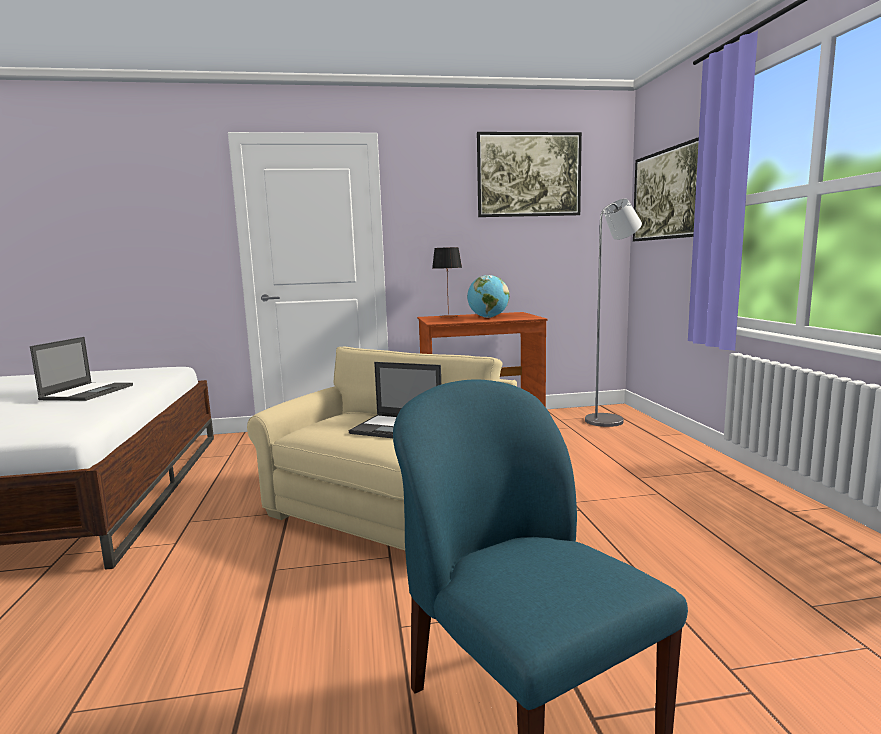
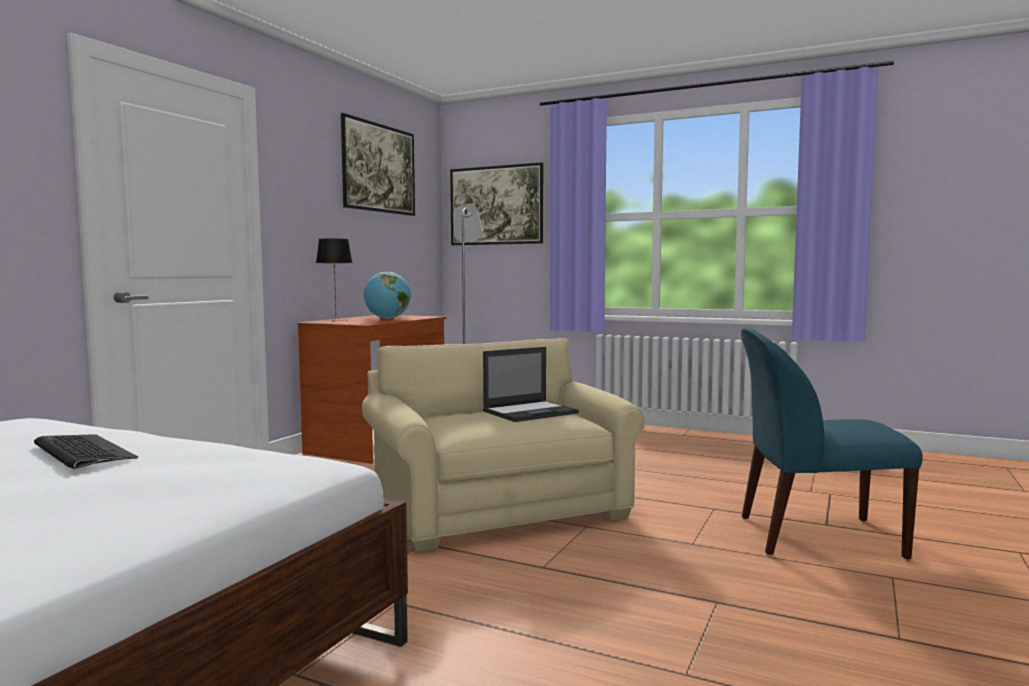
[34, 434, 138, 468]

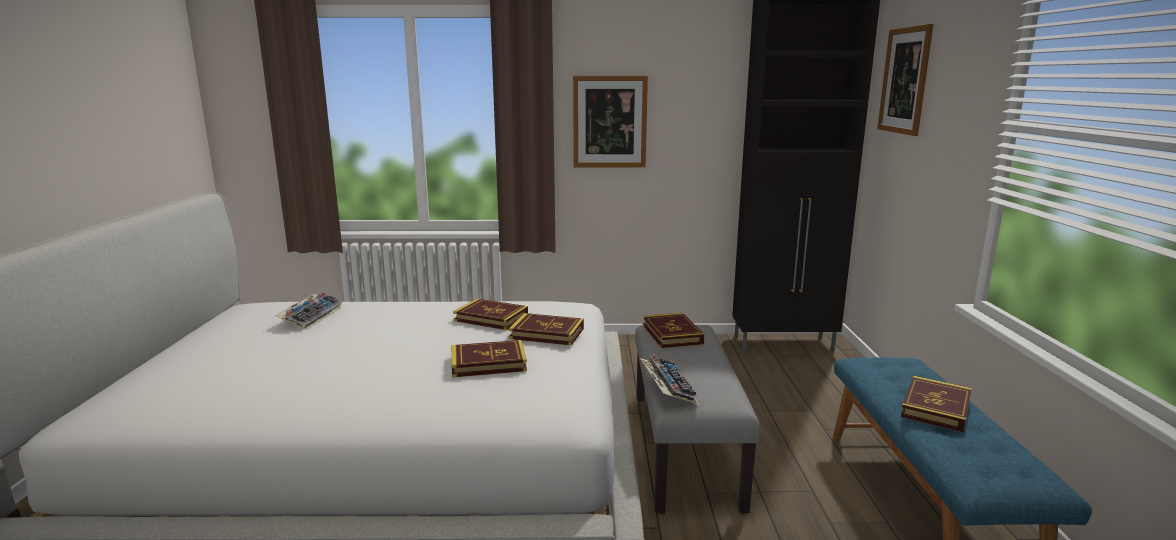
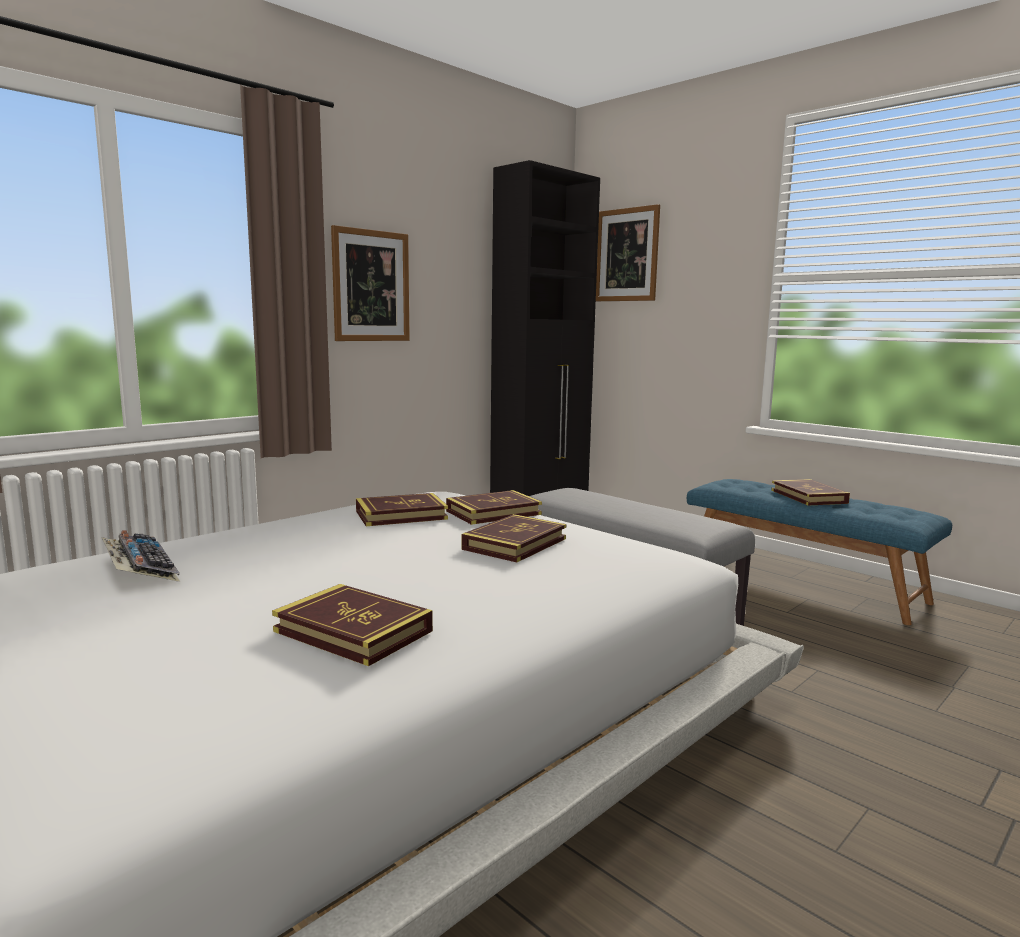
[272, 584, 433, 666]
[640, 354, 701, 405] (first image)

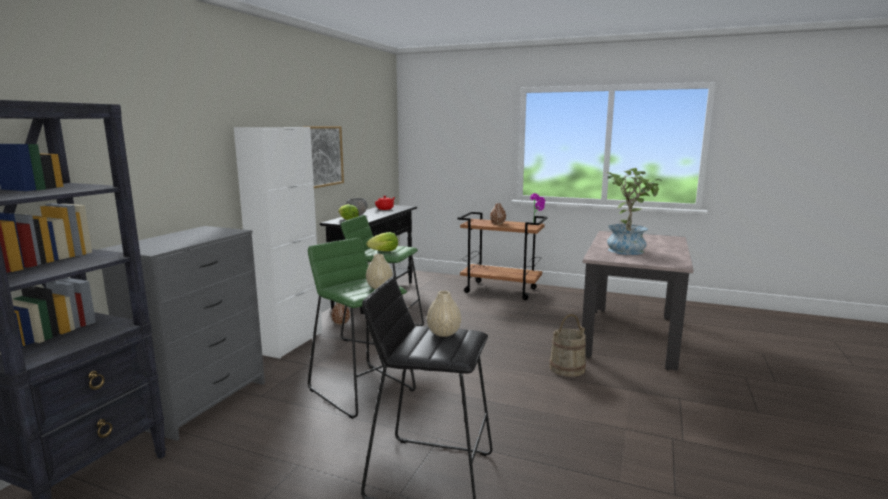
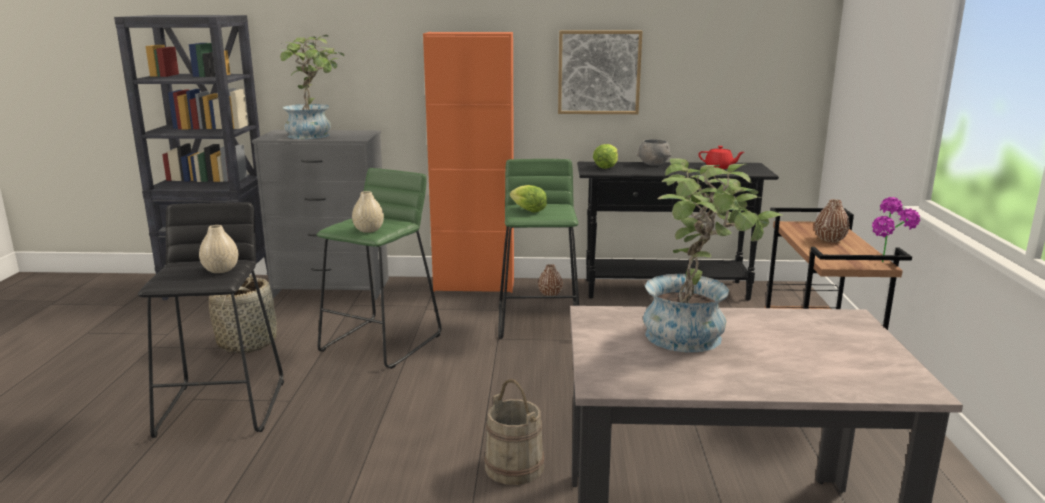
[209, 274, 277, 353]
[280, 35, 345, 139]
[423, 32, 514, 293]

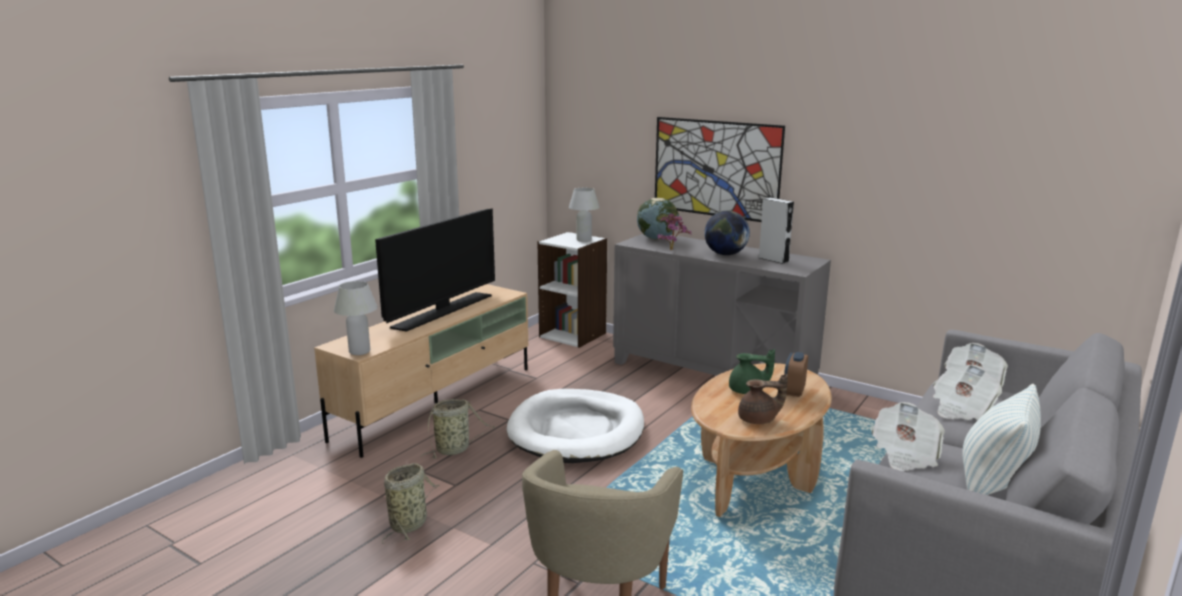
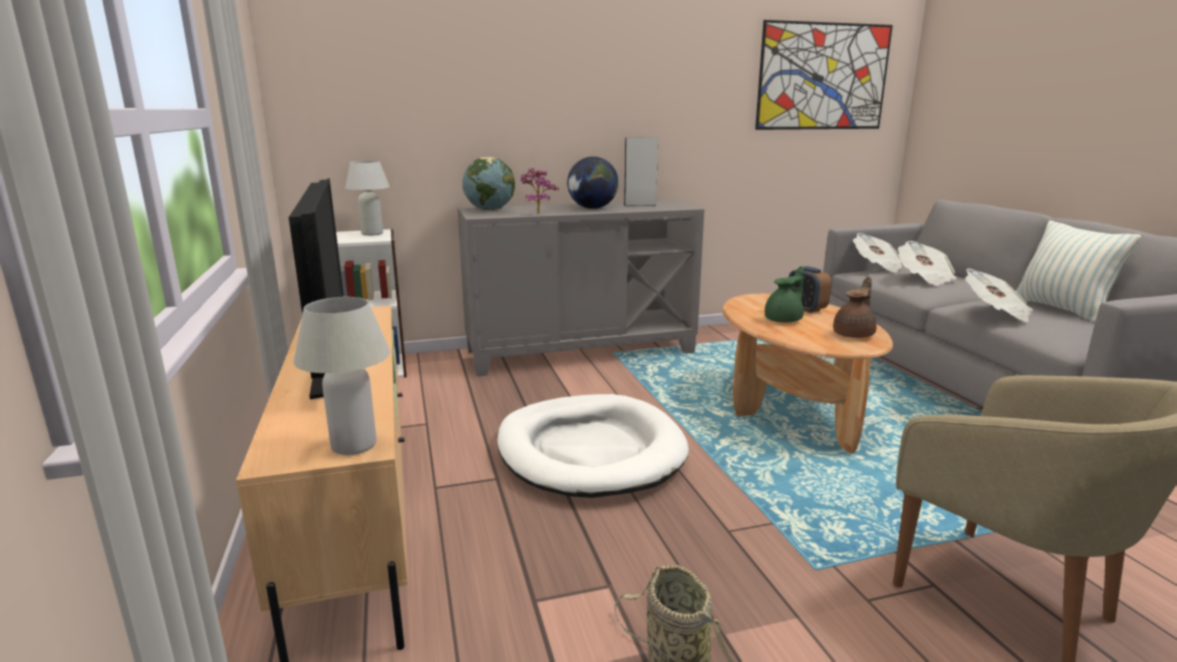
[755, 20, 893, 130]
[421, 399, 495, 459] (first image)

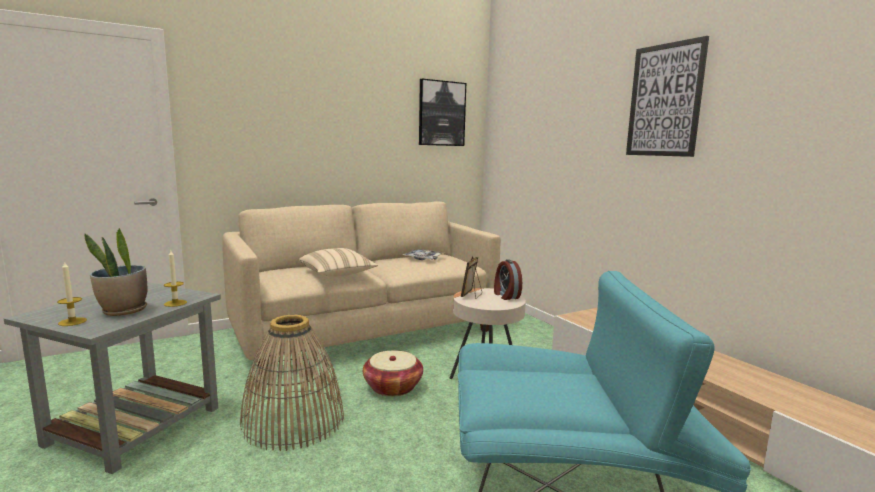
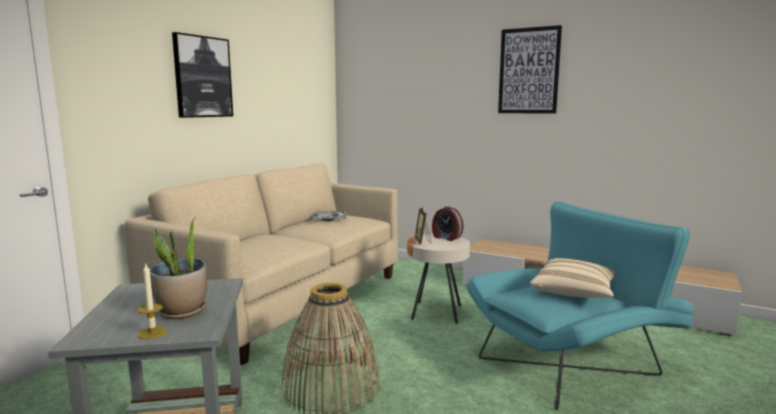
[172, 32, 233, 118]
[530, 258, 616, 298]
[164, 250, 187, 307] (first image)
[363, 351, 423, 396] (first image)

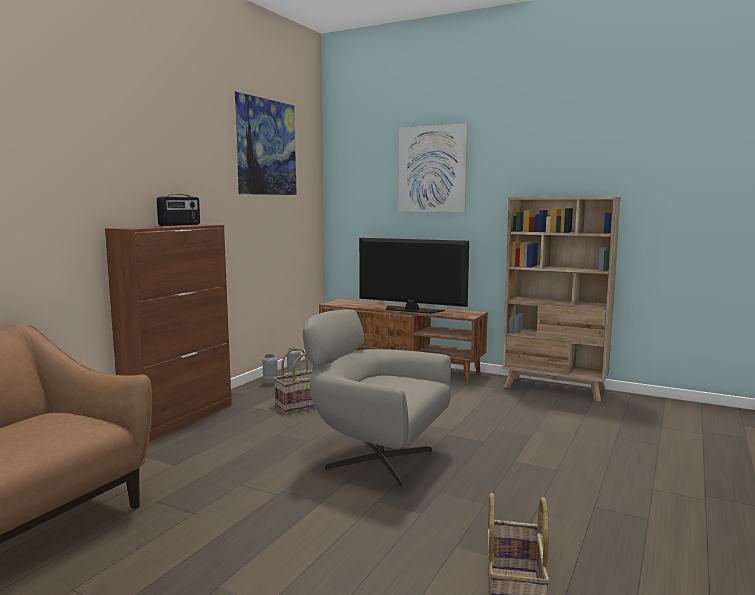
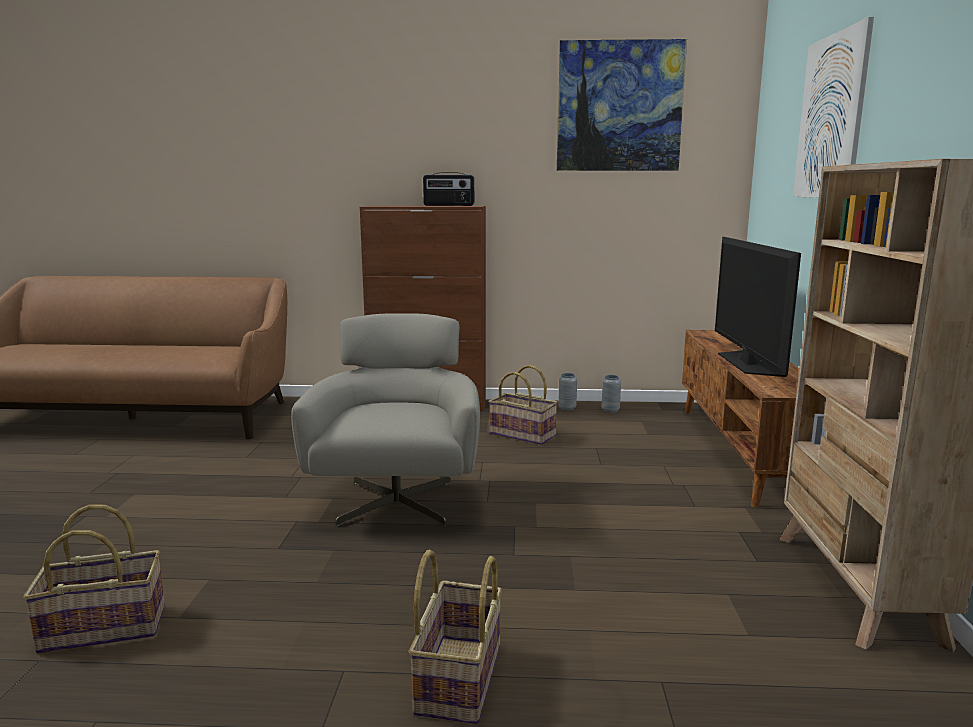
[409, 550, 502, 724]

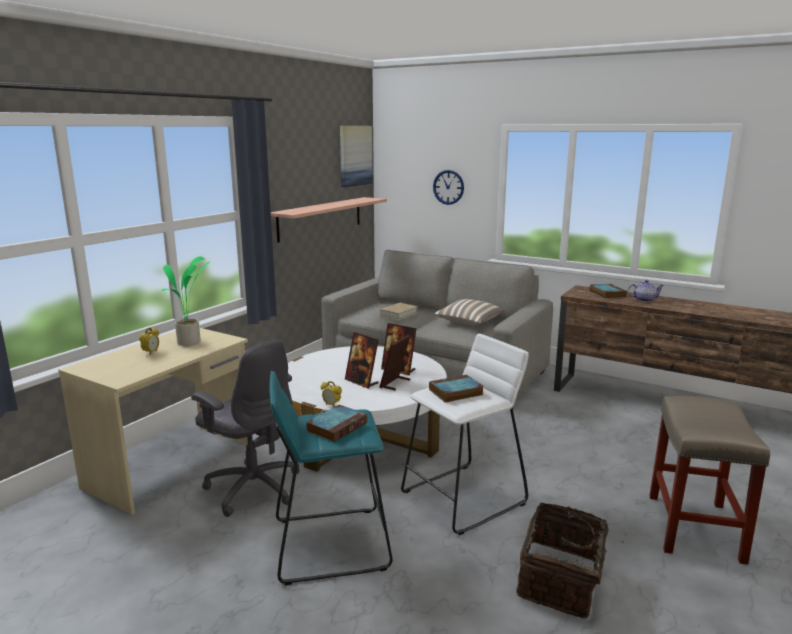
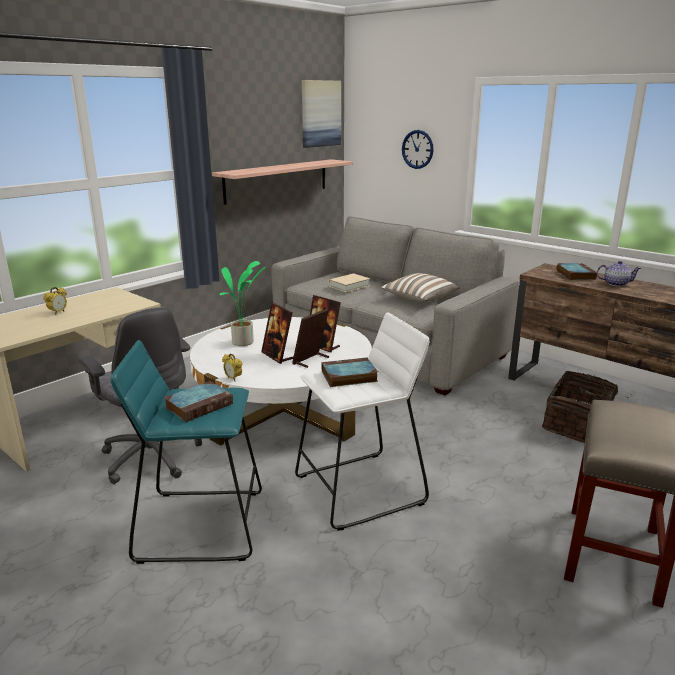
[219, 261, 266, 346]
[542, 371, 632, 443]

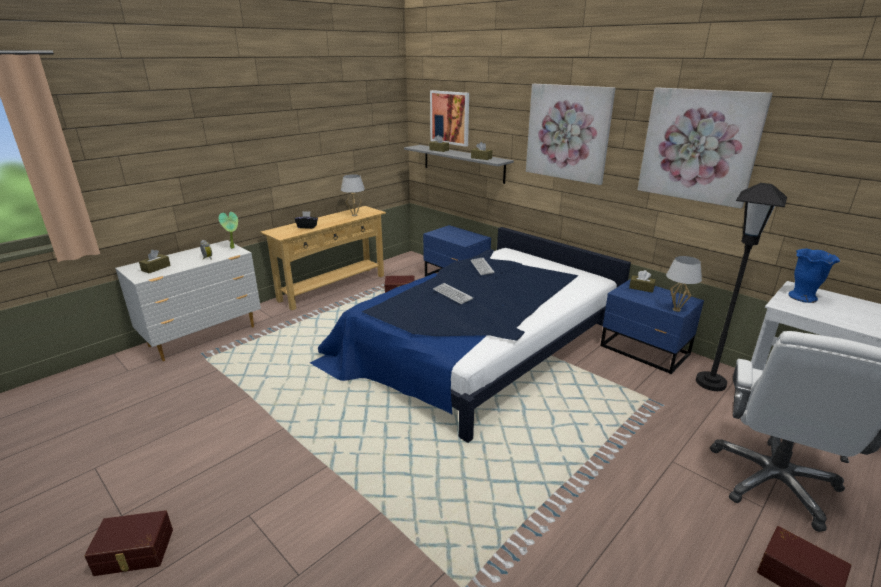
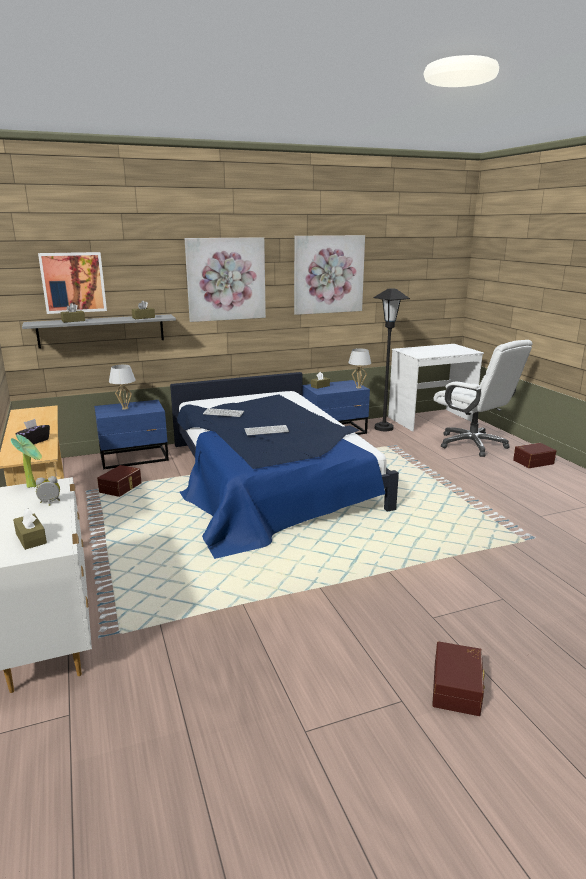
[109, 365, 136, 410]
[788, 249, 840, 303] (first image)

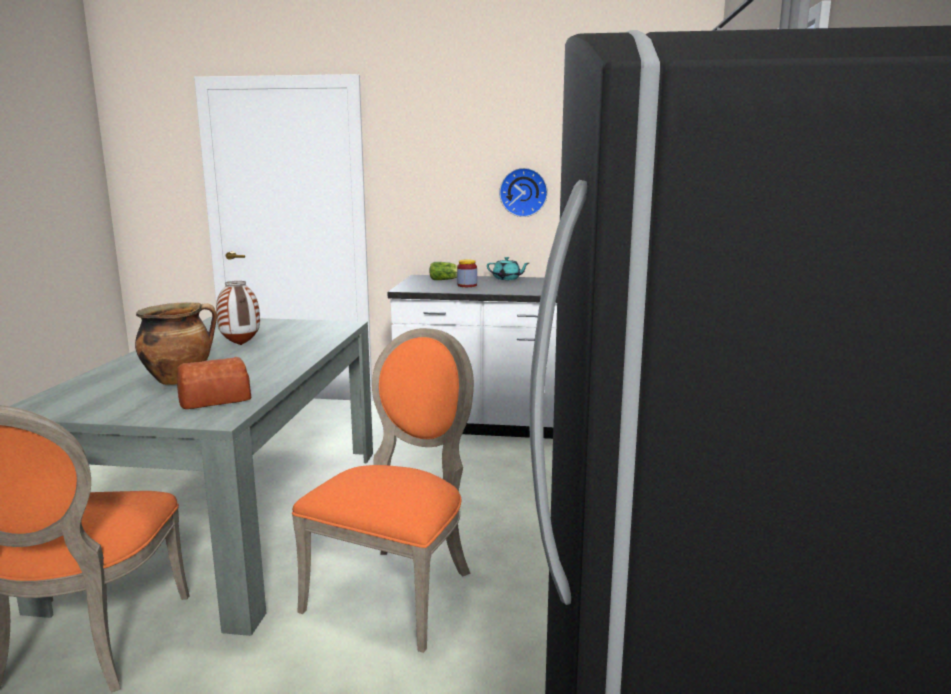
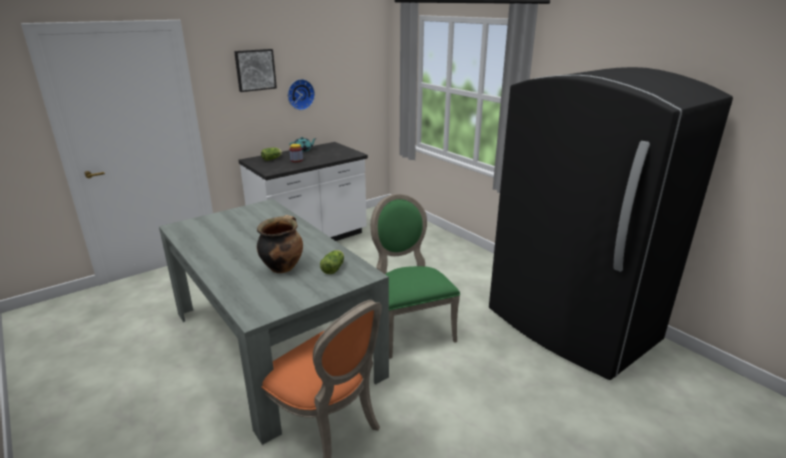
[234, 49, 277, 92]
[320, 250, 344, 274]
[370, 194, 460, 359]
[216, 281, 260, 345] (first image)

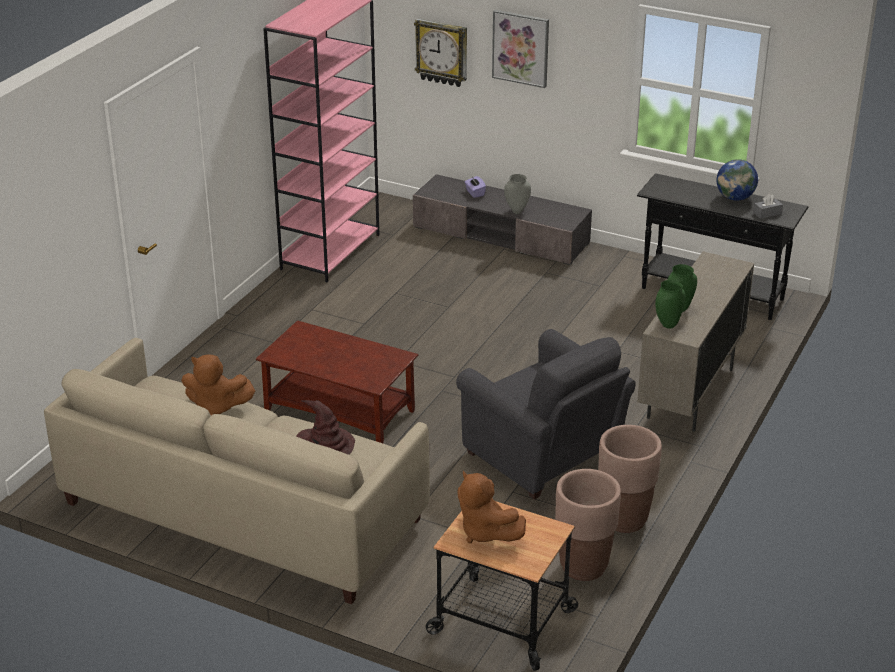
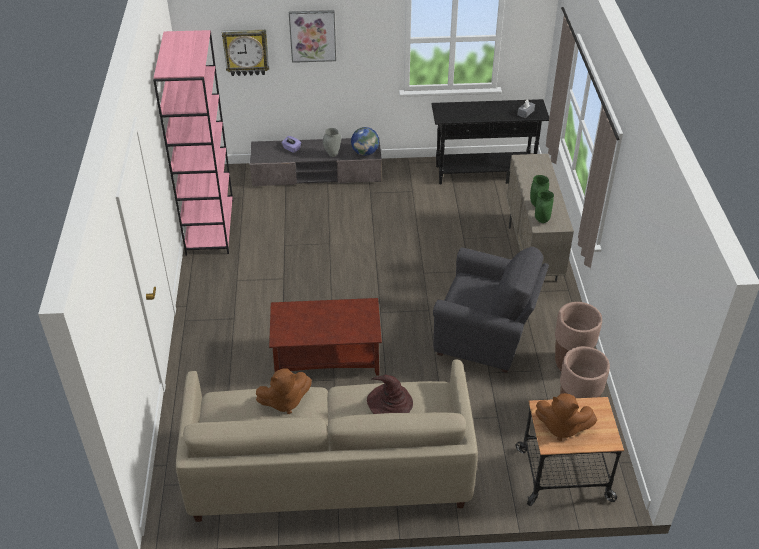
[351, 127, 379, 156]

